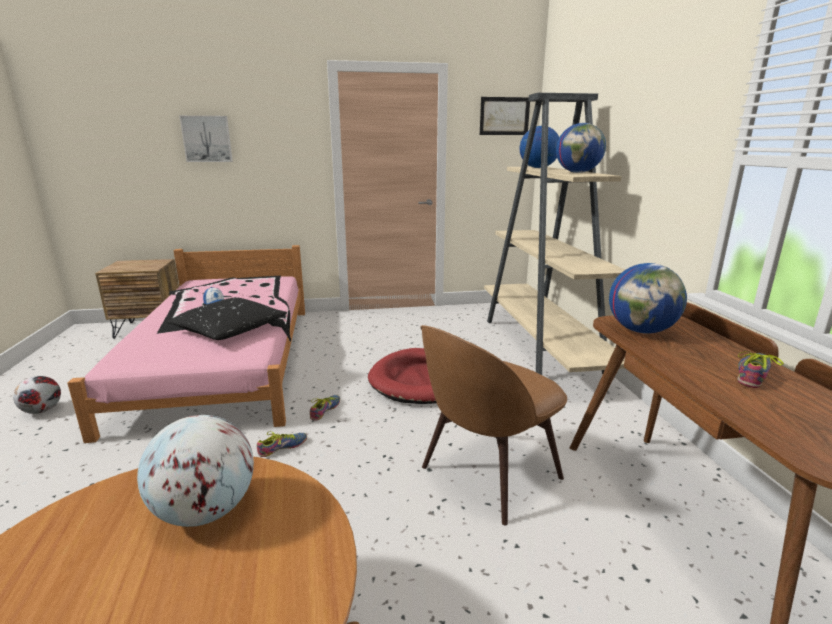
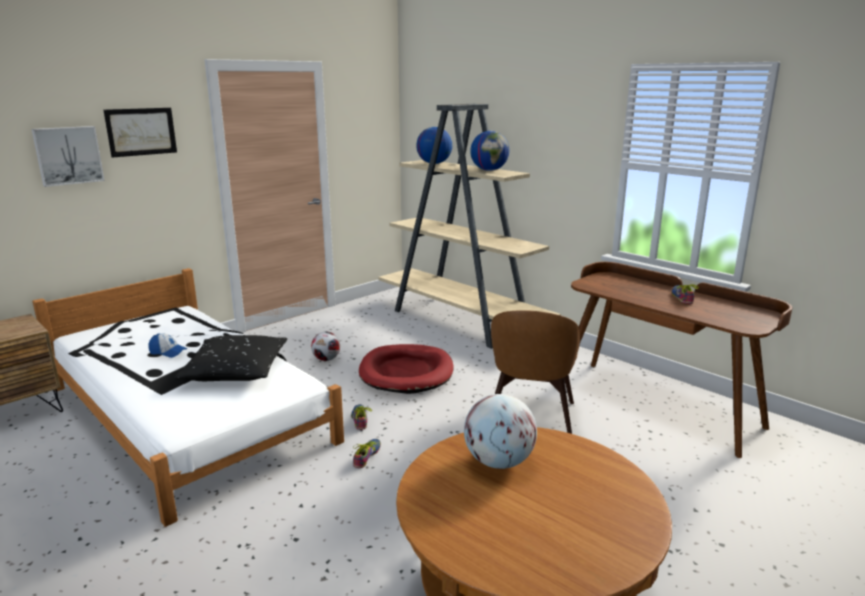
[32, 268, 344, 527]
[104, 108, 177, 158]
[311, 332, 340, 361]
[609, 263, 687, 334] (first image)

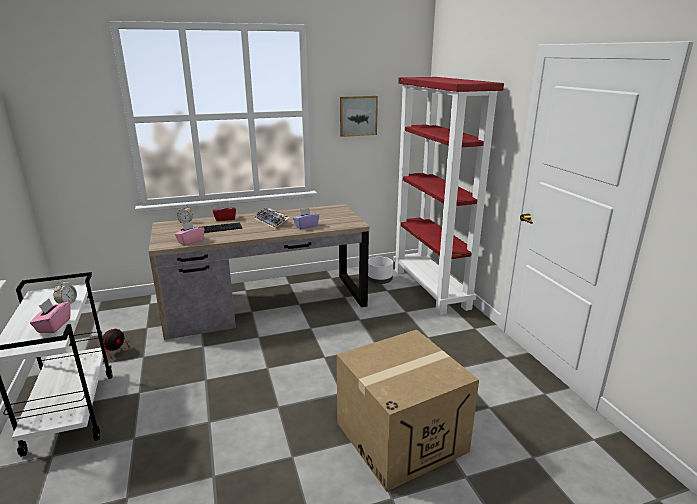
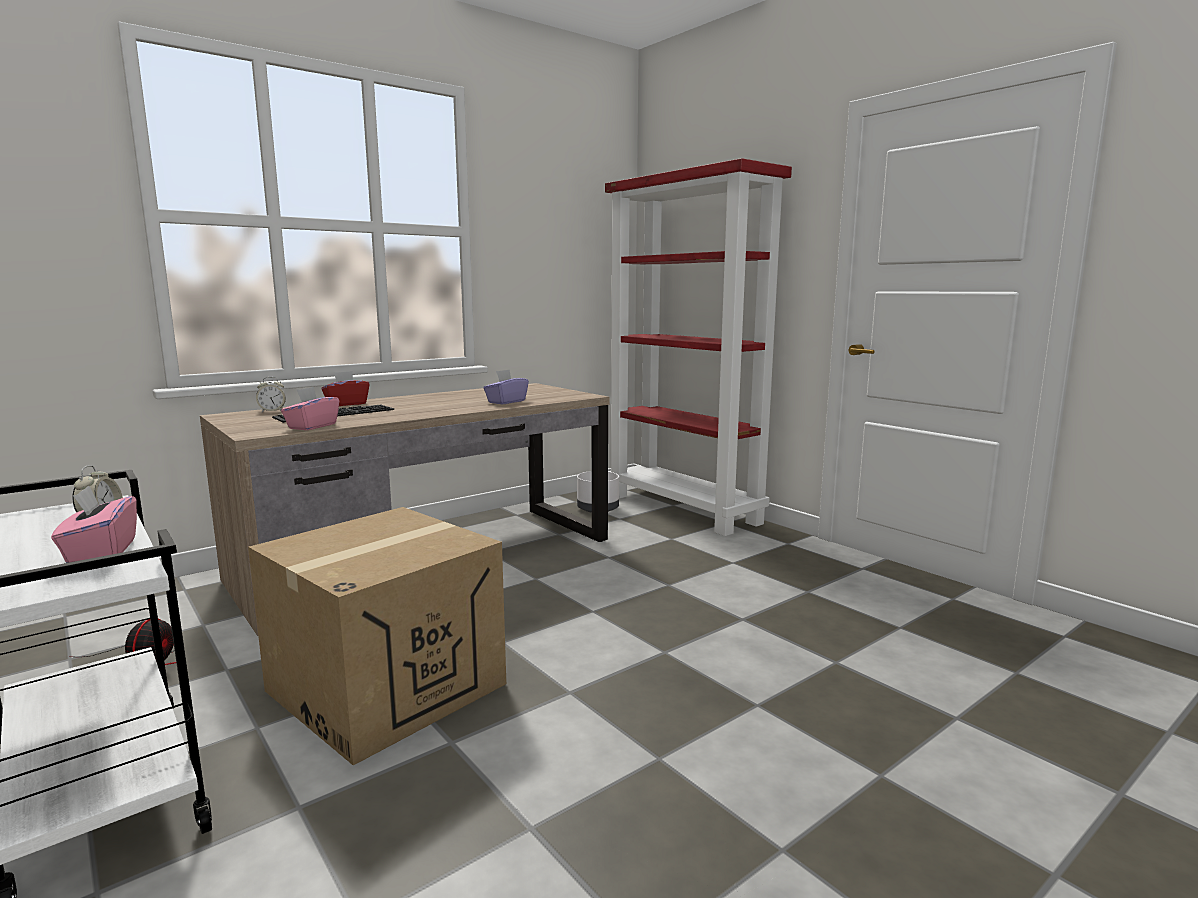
[248, 507, 506, 765]
[254, 208, 290, 229] (first image)
[340, 96, 378, 137] (first image)

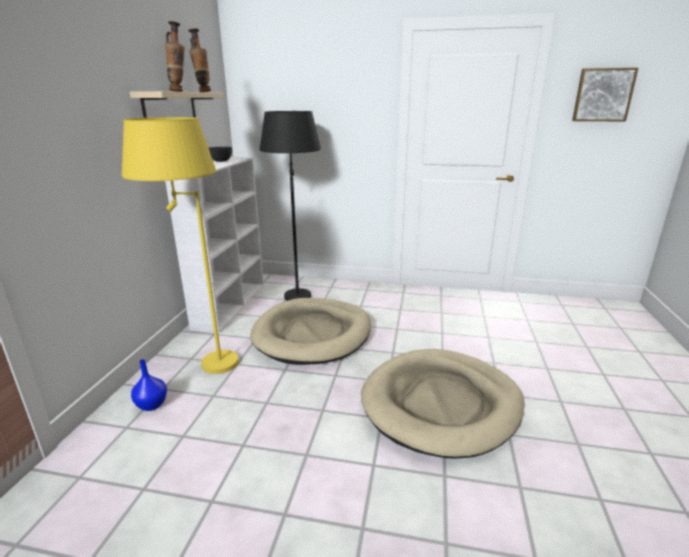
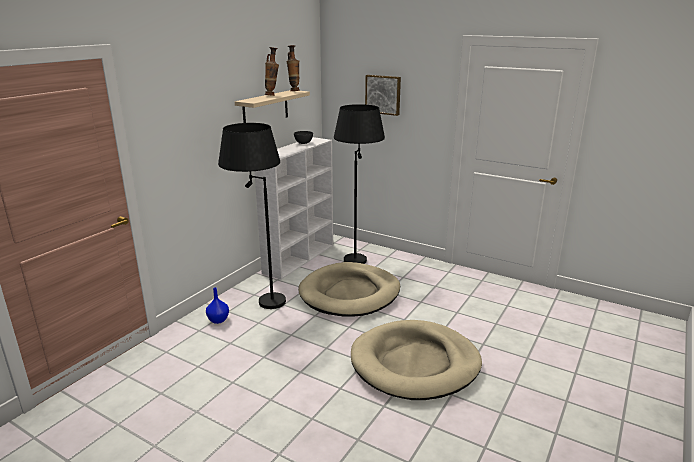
[218, 123, 286, 309]
[365, 75, 401, 116]

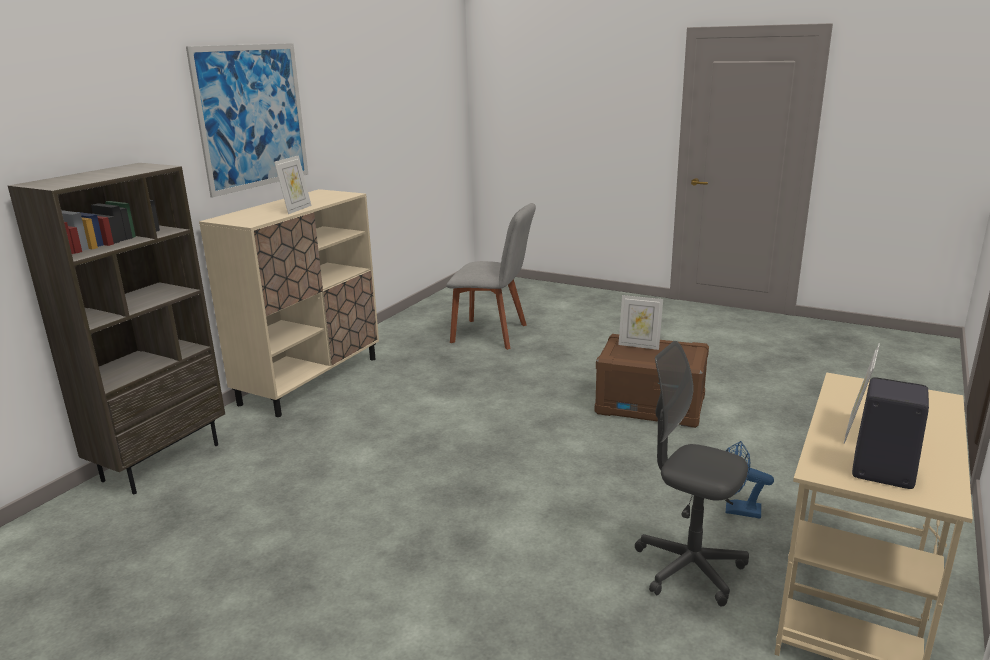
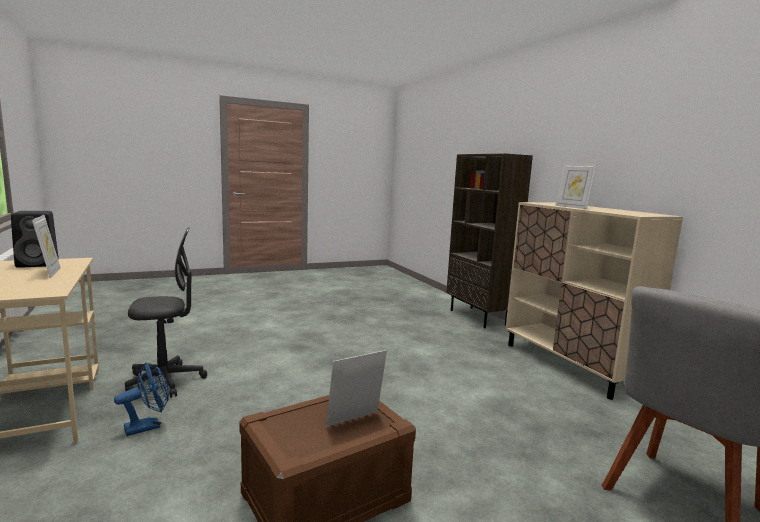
[186, 43, 308, 197] (first image)

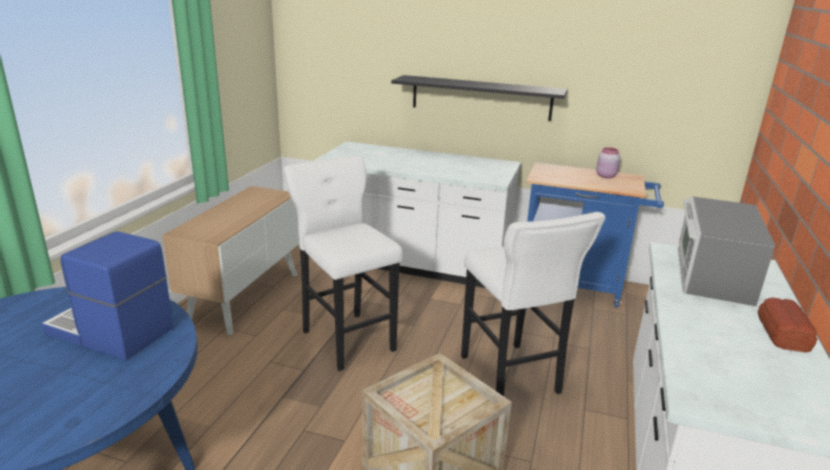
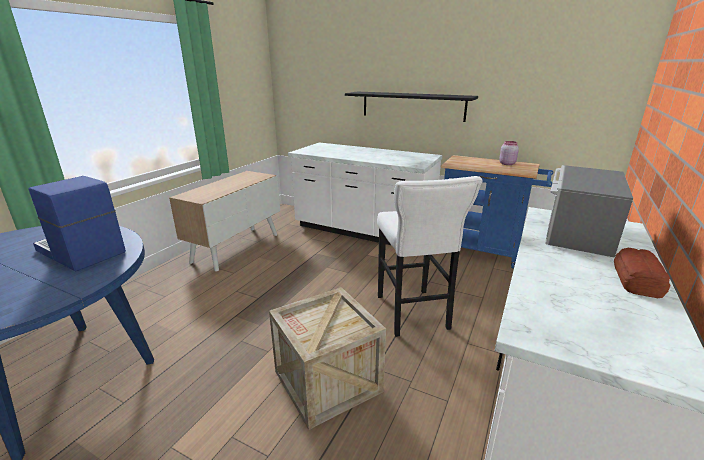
[284, 156, 403, 371] (first image)

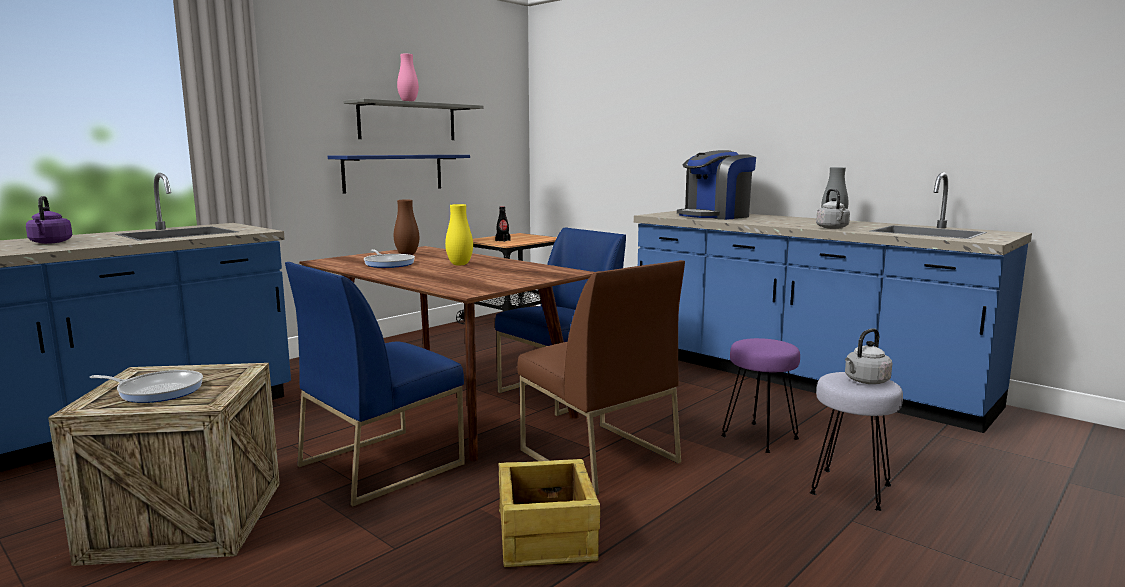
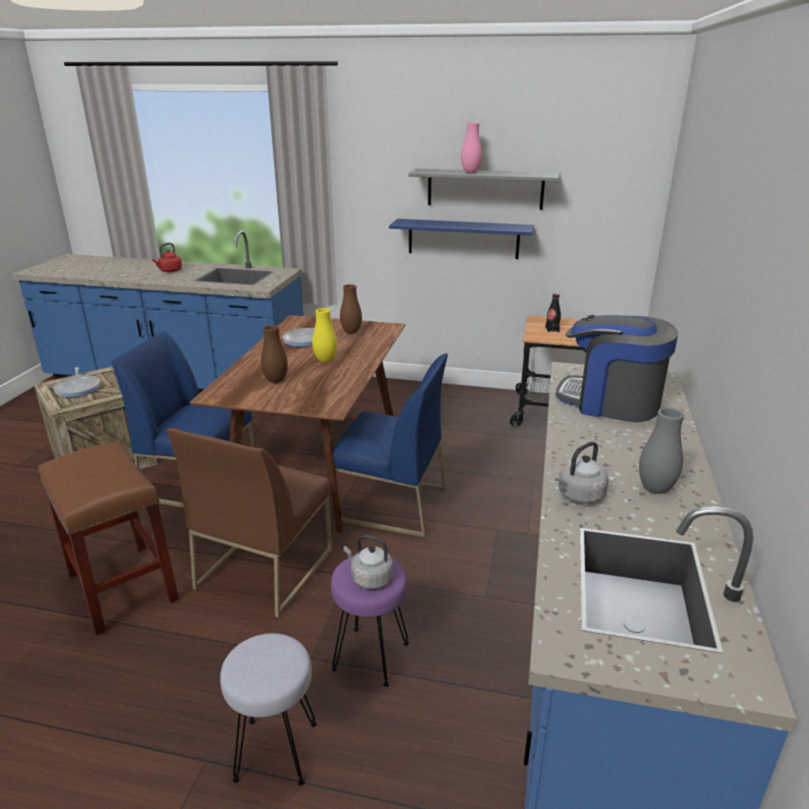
[39, 442, 179, 636]
[152, 243, 182, 272]
[261, 325, 288, 383]
[344, 535, 393, 589]

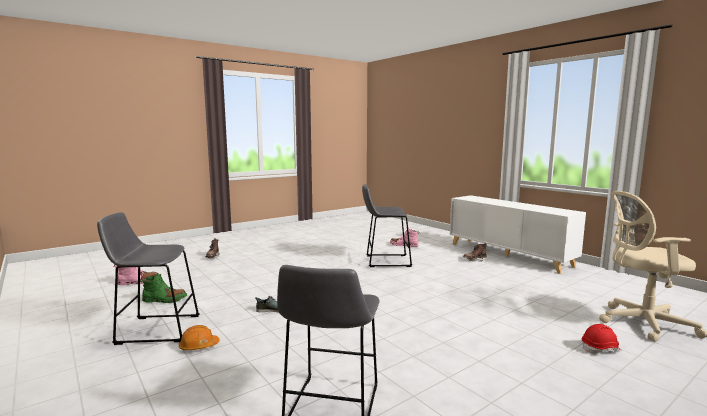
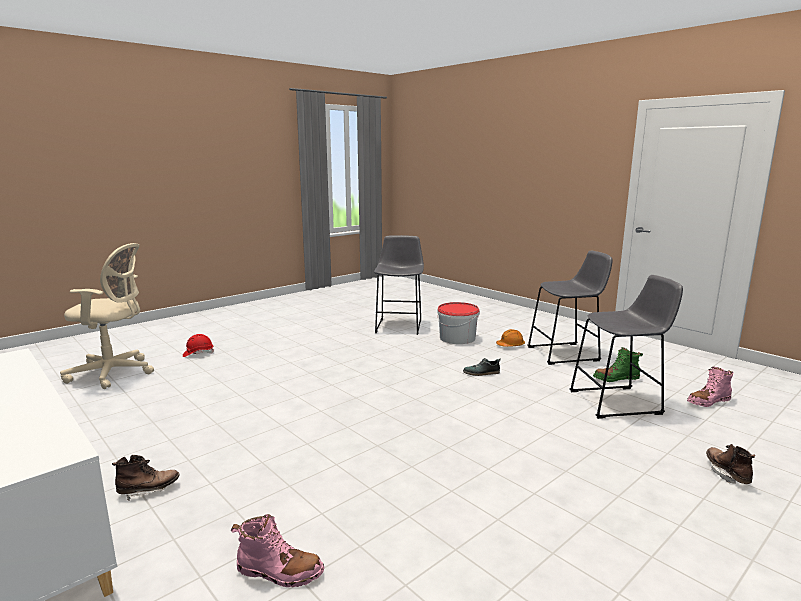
[437, 302, 480, 344]
[570, 275, 683, 419]

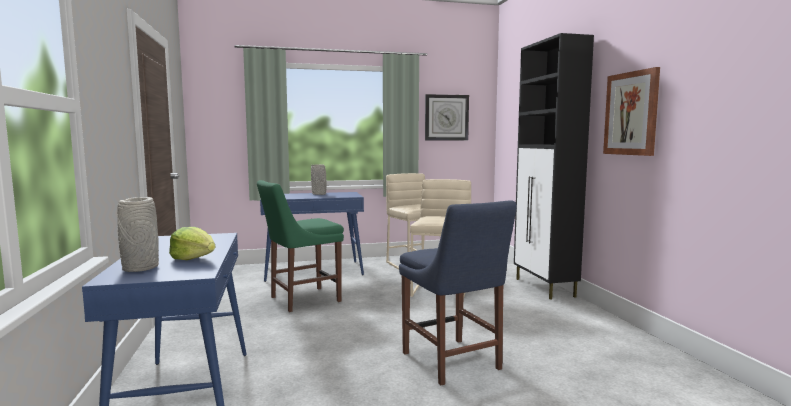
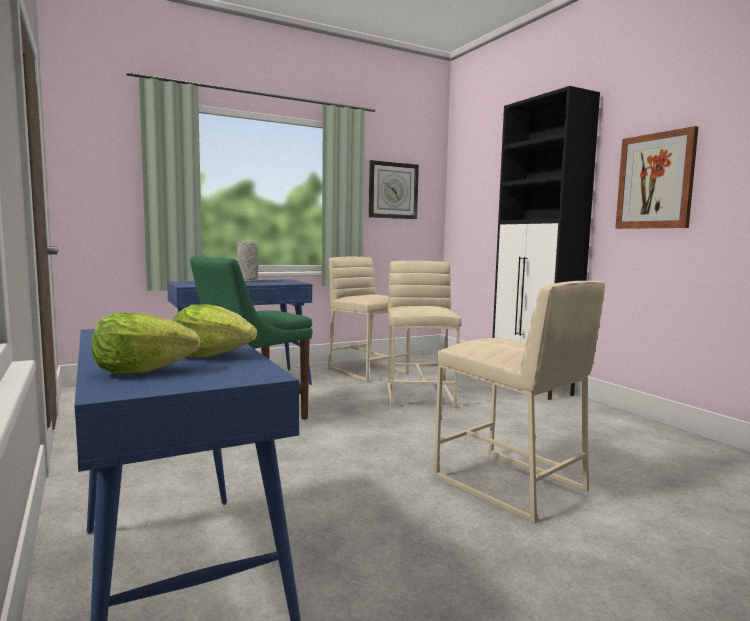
[92, 313, 201, 374]
[434, 281, 605, 523]

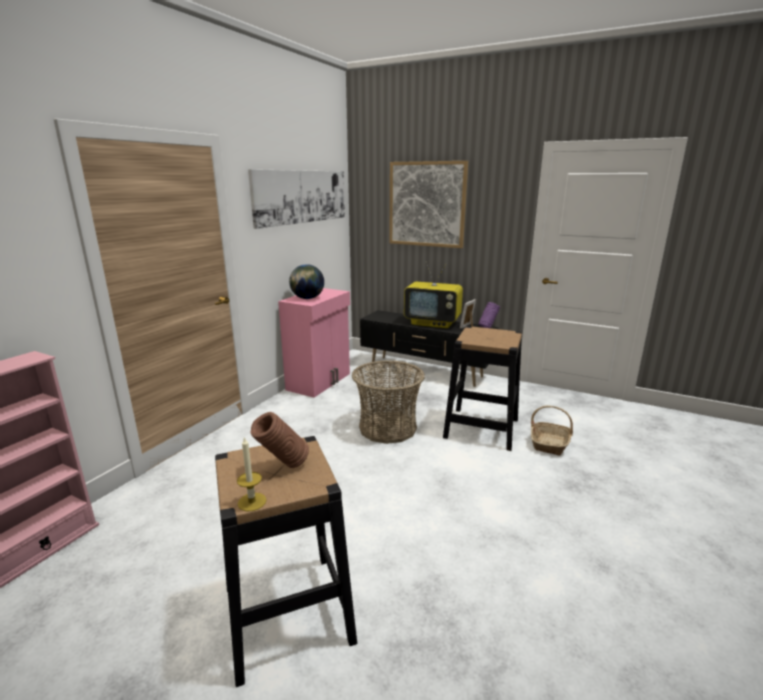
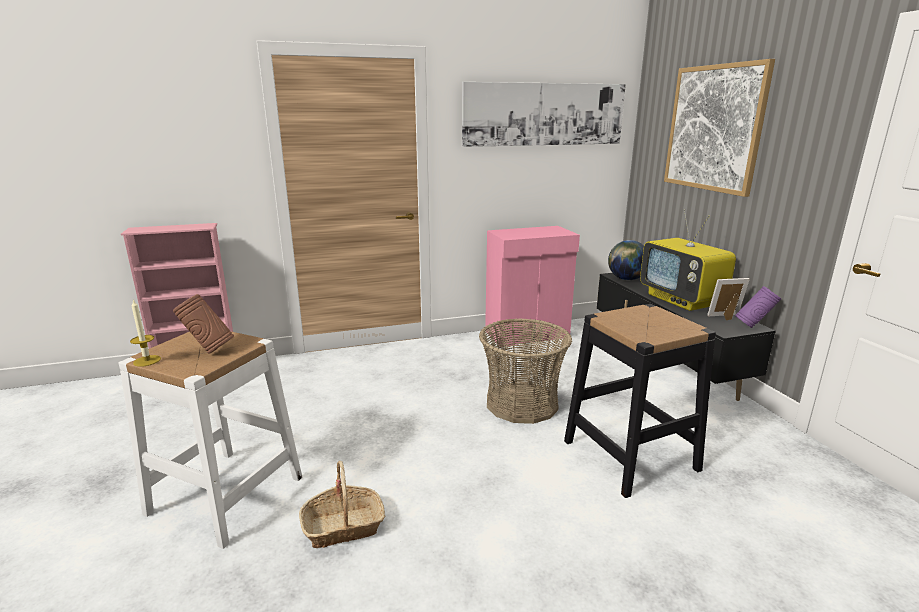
[119, 332, 302, 549]
[299, 461, 385, 548]
[608, 240, 644, 280]

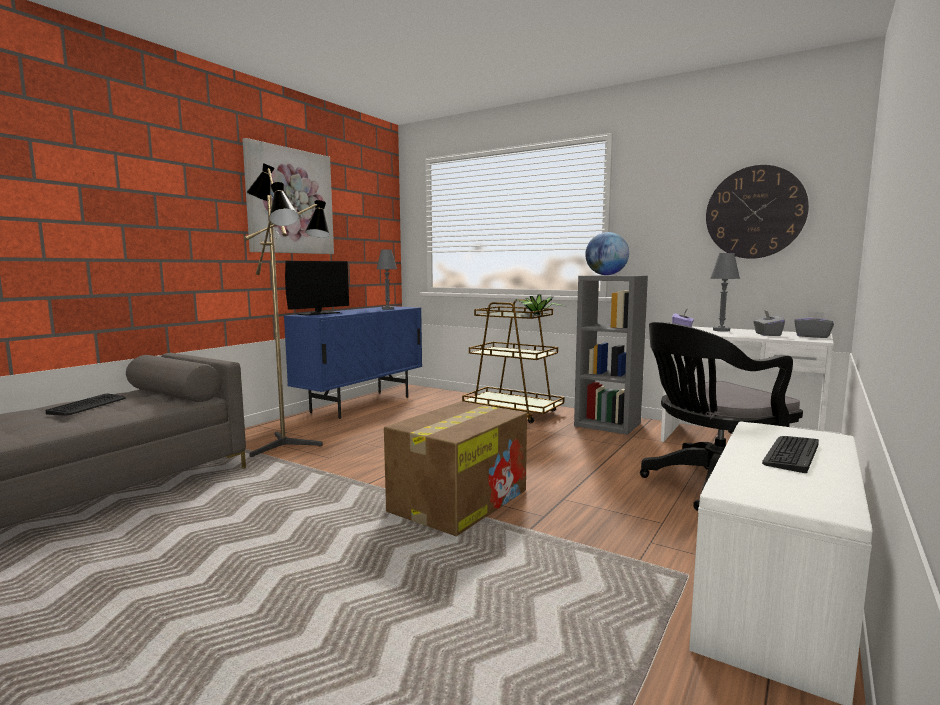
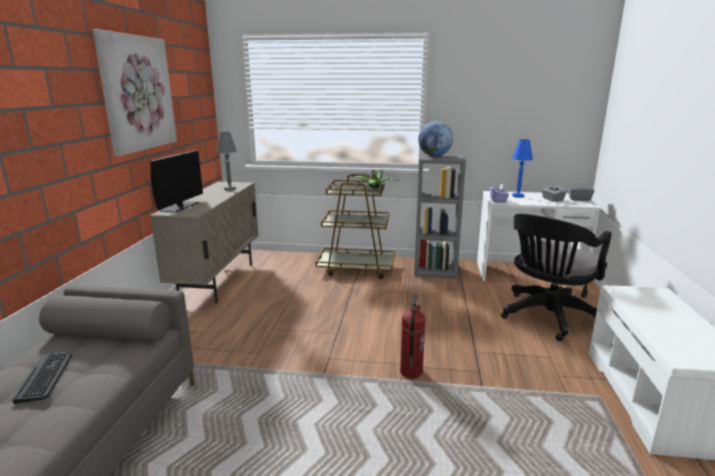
[150, 182, 258, 304]
[400, 293, 425, 379]
[512, 139, 533, 198]
[244, 163, 330, 457] (first image)
[706, 165, 809, 259] (first image)
[762, 436, 819, 473] (first image)

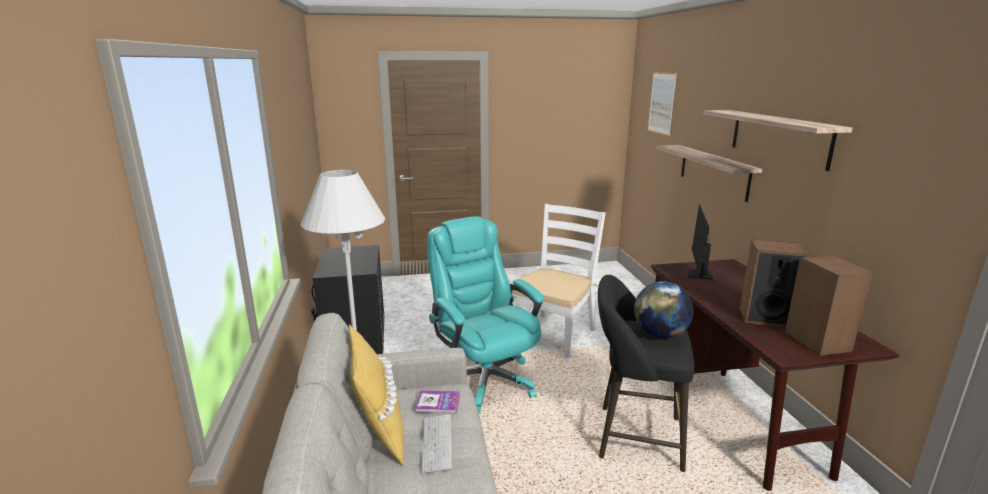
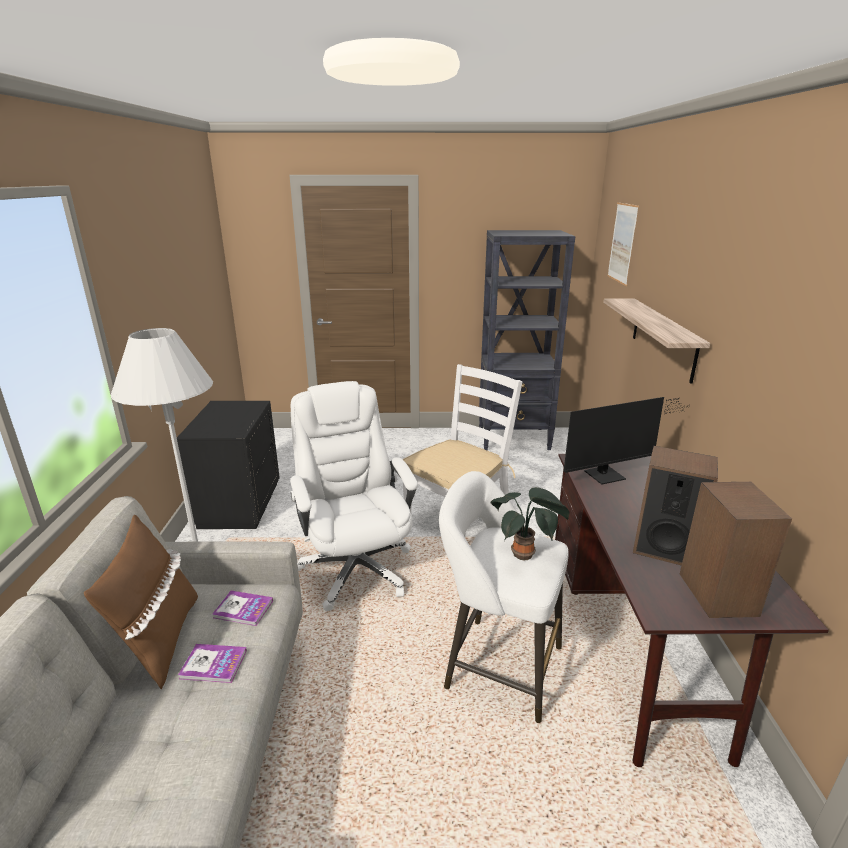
[84, 515, 198, 689]
[178, 644, 247, 683]
[290, 381, 418, 611]
[439, 471, 569, 723]
[479, 230, 576, 451]
[490, 487, 569, 560]
[564, 397, 689, 485]
[703, 110, 852, 171] (first image)

